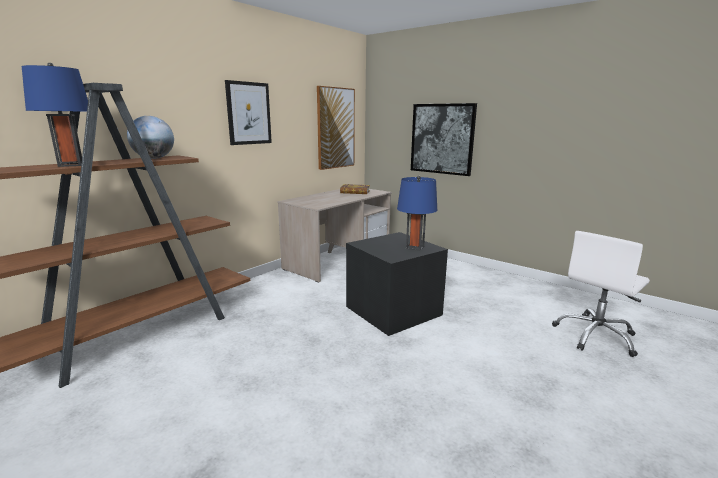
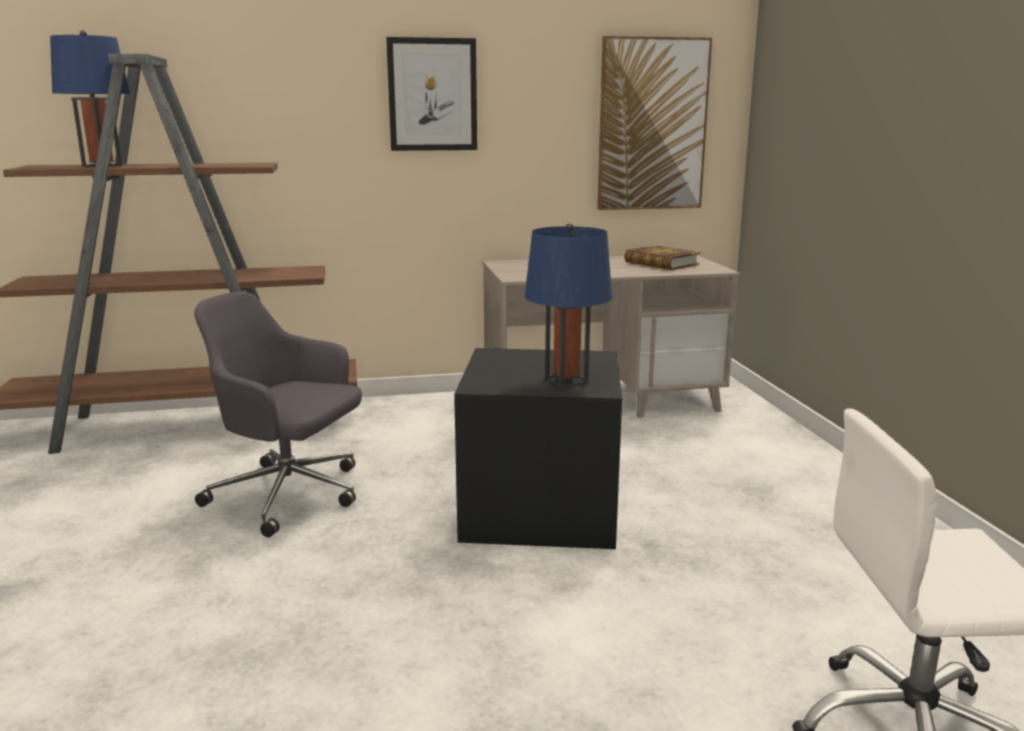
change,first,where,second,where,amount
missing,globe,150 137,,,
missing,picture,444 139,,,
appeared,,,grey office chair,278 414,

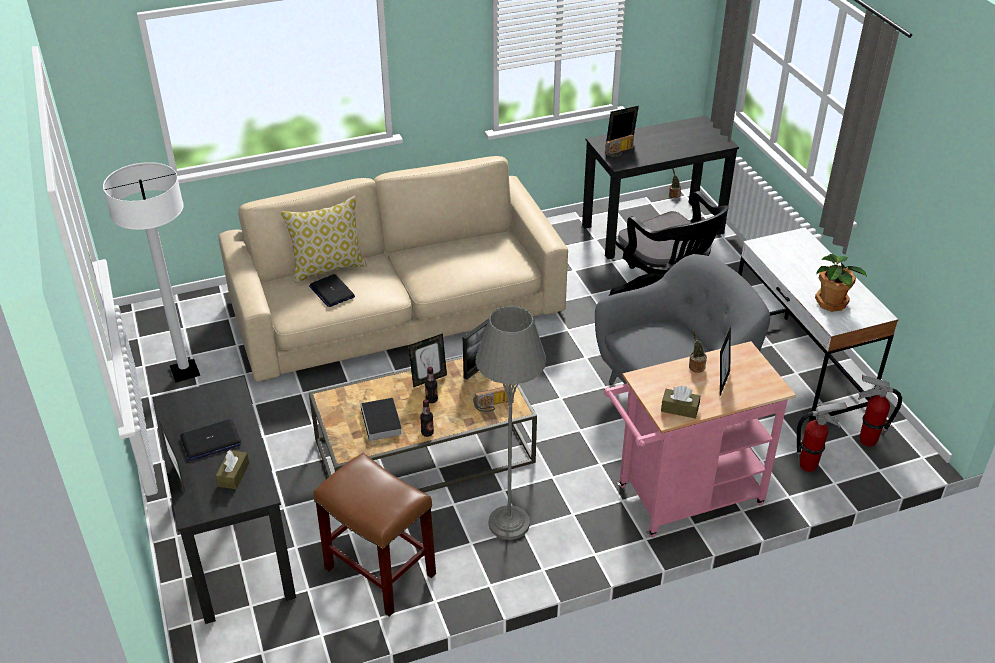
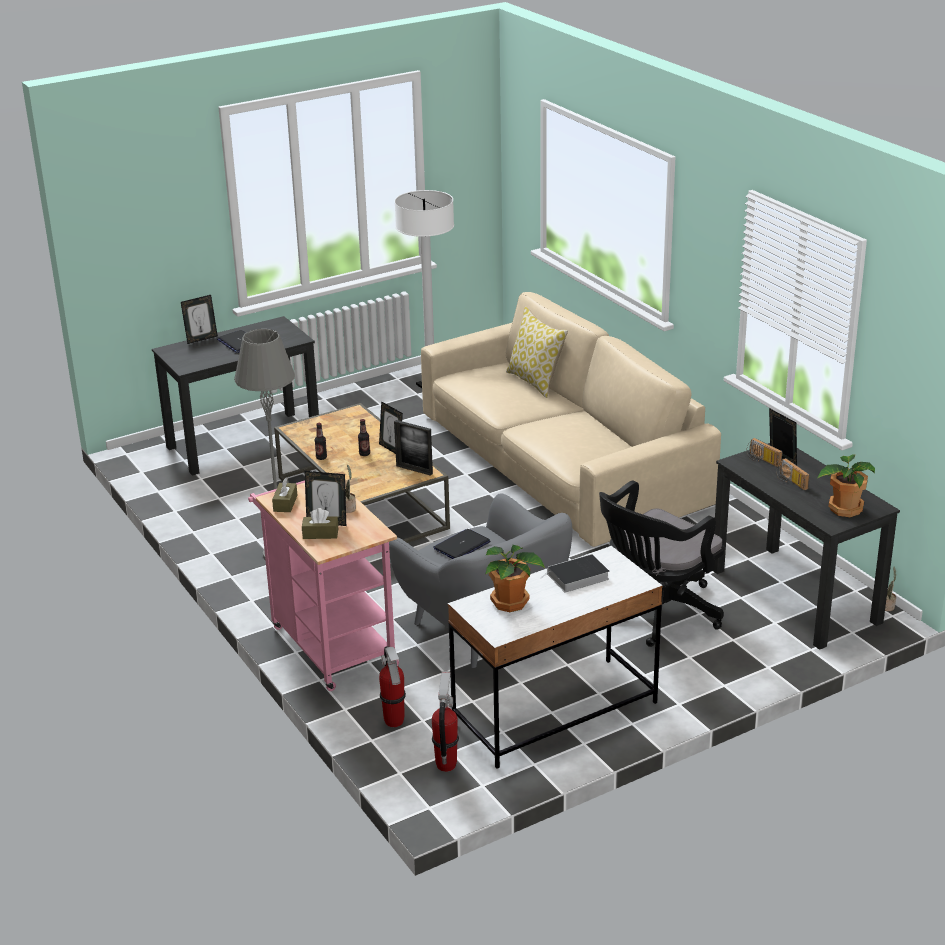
change,first,where,second,where,amount
missing,brown stool,374 535,,,
appeared,,,potted plant,846 485,
relocated,brown tissue box,232 469,,320 523,
relocated,laptop,332 290,,461 544,
relocated,book,381 422,,574 573,
relocated,radio,492 399,,793 474,

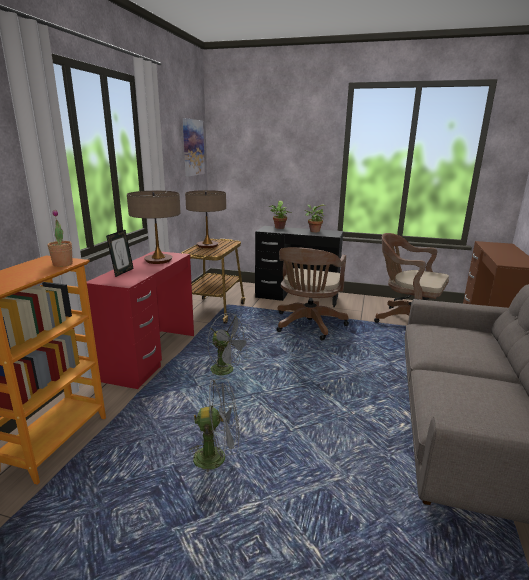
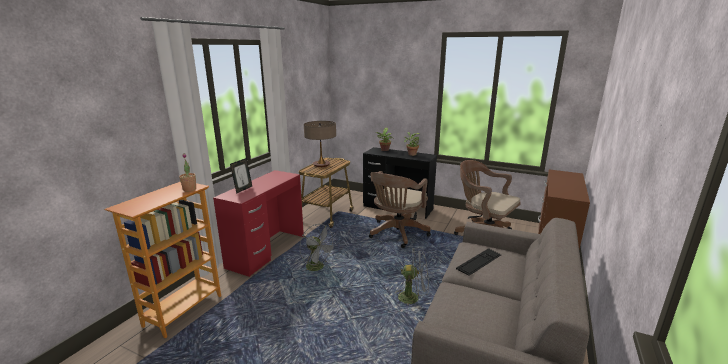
change,first,where,second,where,amount
missing,table lamp,154 227,,,
missing,picture,194 147,,,
appeared,,,keyboard,478 262,
relocated,grey fan,214 425,,412 276,

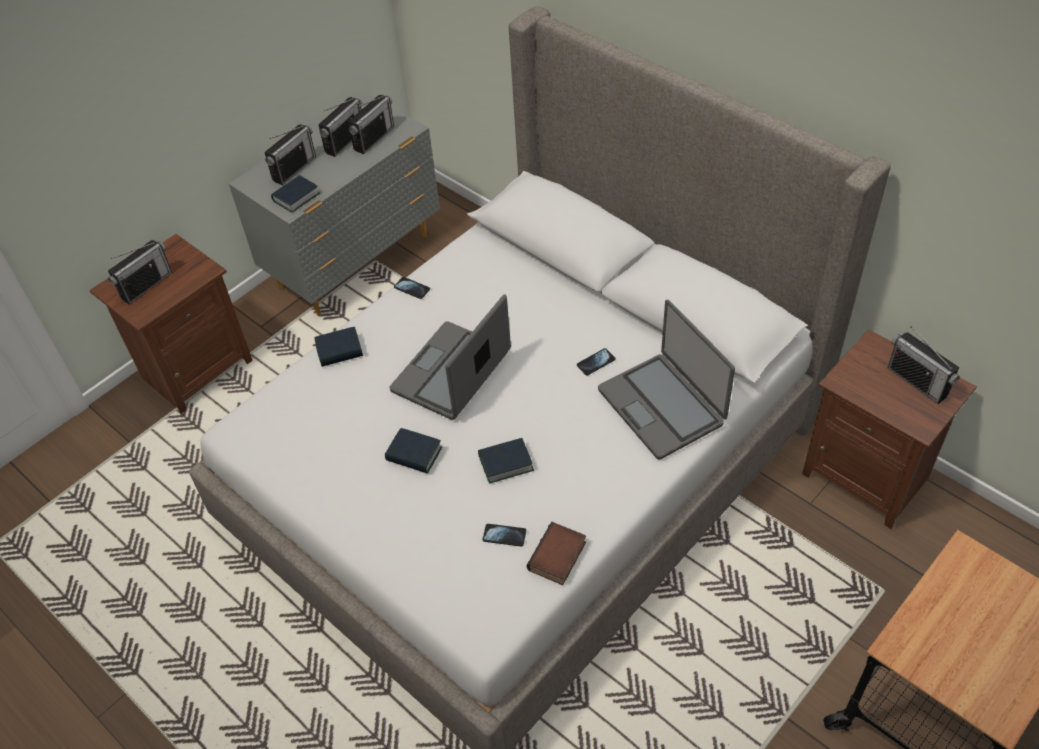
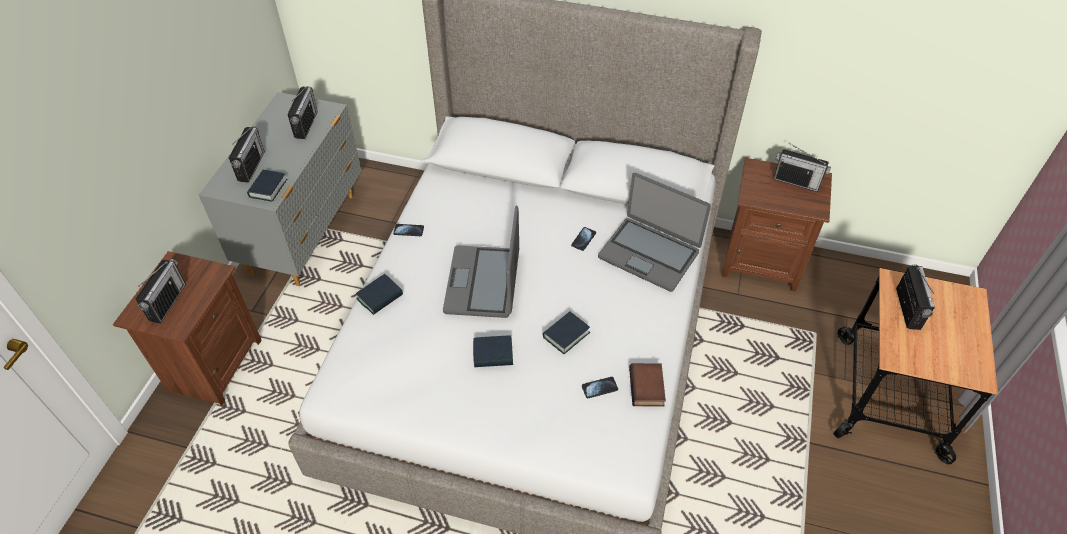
change,first,where,second,where,amount
relocated,radio,340 127,,915 297,

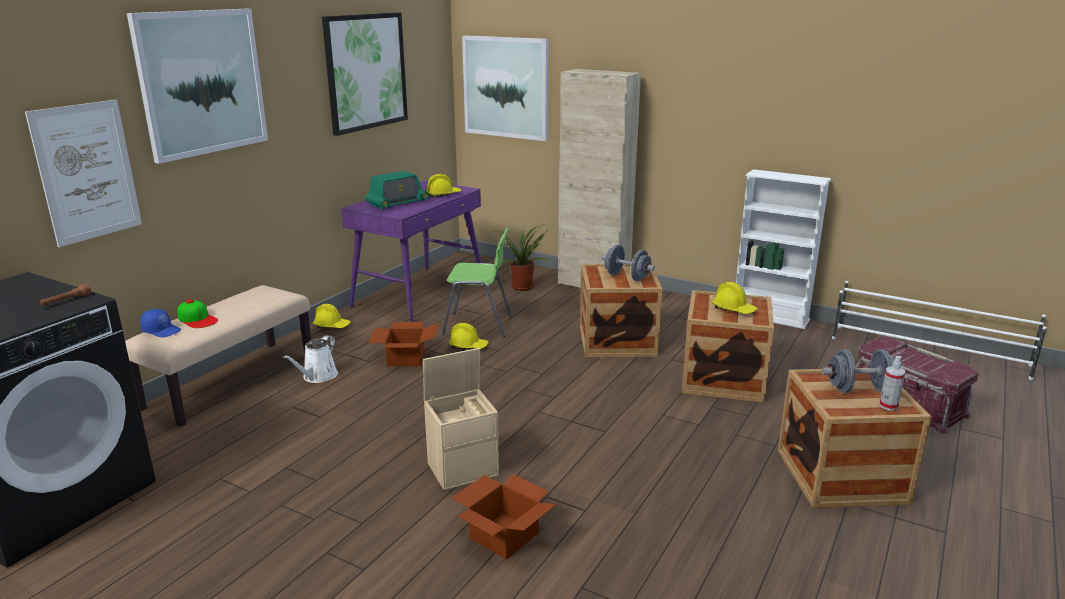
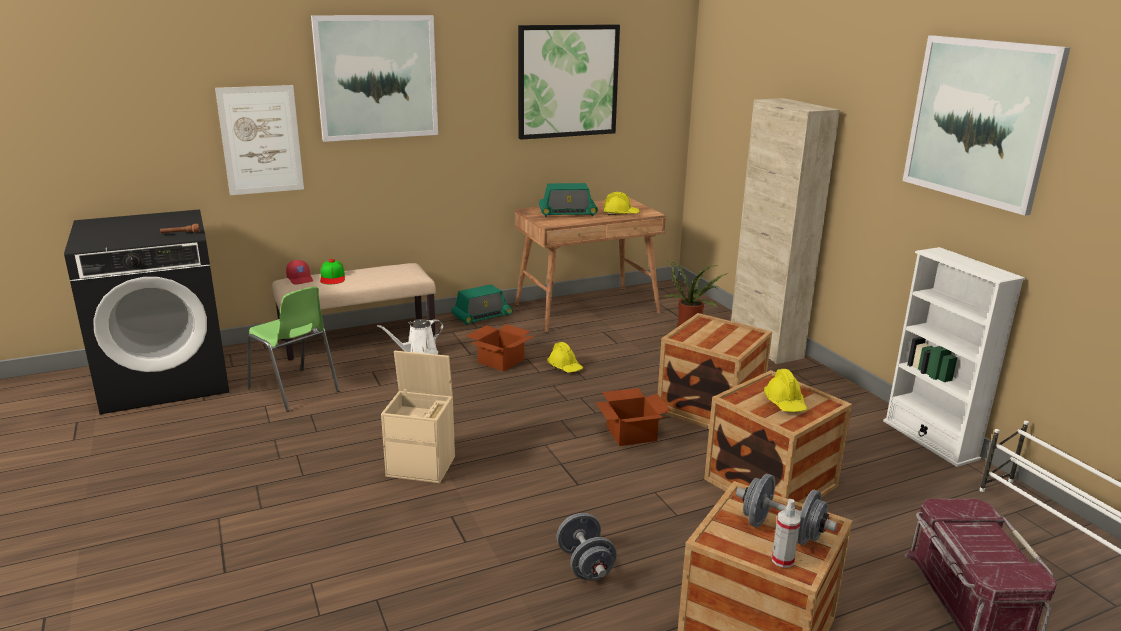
change,first,where,second,where,amount
relocated,green chair,477 282,,293 349,
relocated,cardboard box,504 517,,633 417,
relocated,picture,505 88,,987 125,
relocated,grey dumbbell,628 263,,586 546,
exchanged,yellow hard hat,332 316,radio,482 304,
colour,blue cap,160 323,red cap,299 272,
colour,purple desk,411 251,brown desk,590 265,

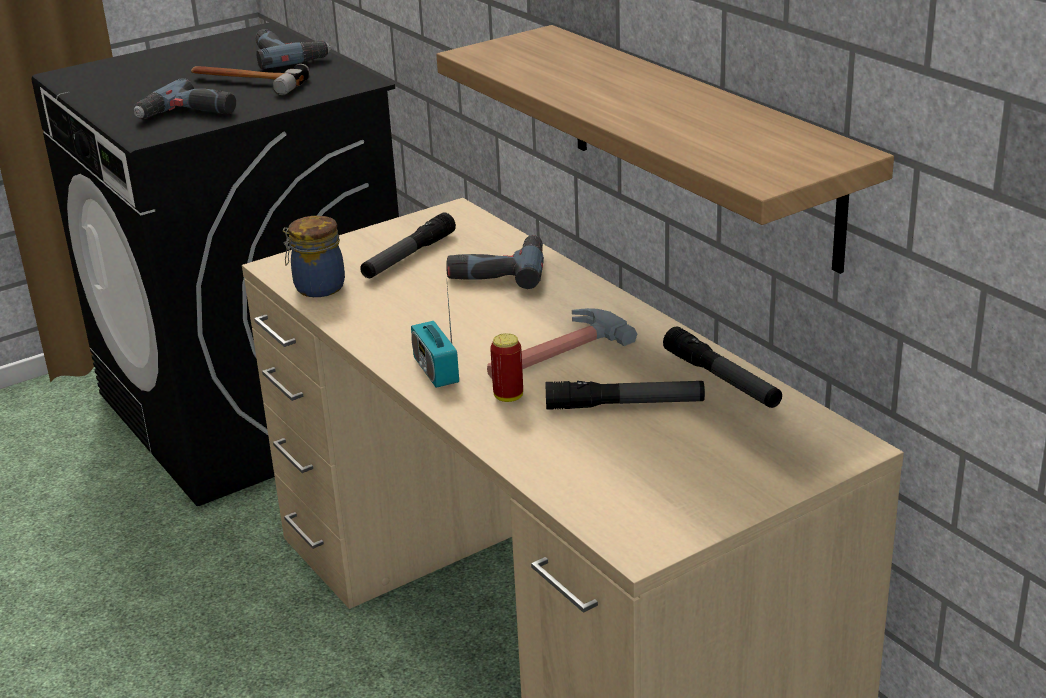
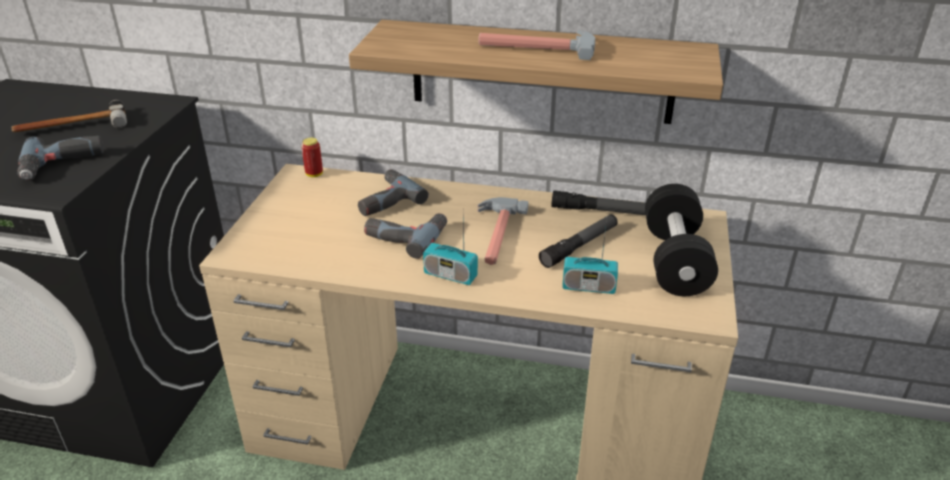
change,first,where,second,where,amount
missing,jar,314 256,,,
missing,flashlight,408 245,,,
appeared,,,hammer,536 45,
appeared,,,radio,590 256,
appeared,,,black dumbbell,681 240,
relocated,power drill,293 49,,405 236,
relocated,can,506 367,,312 157,

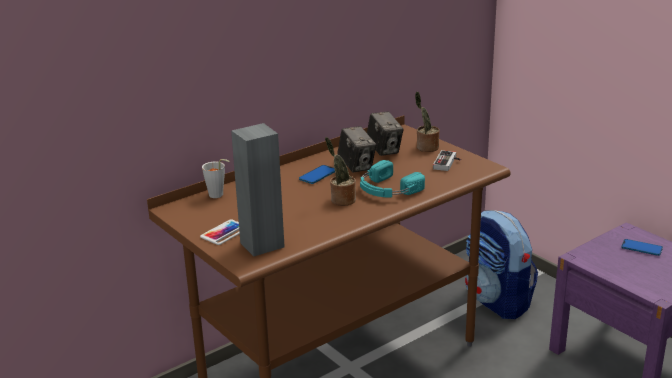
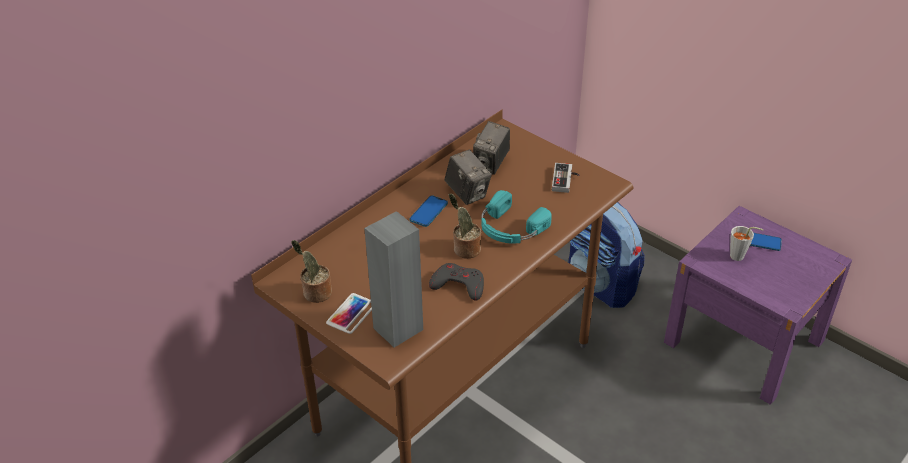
change,first,where,second,where,amount
appeared,,,grey game controller,456 281,
relocated,grey cup,216 178,,747 243,
relocated,potted plant,427 122,,311 271,
spun,photo camera,385 133,,491 148,60 degrees clockwise

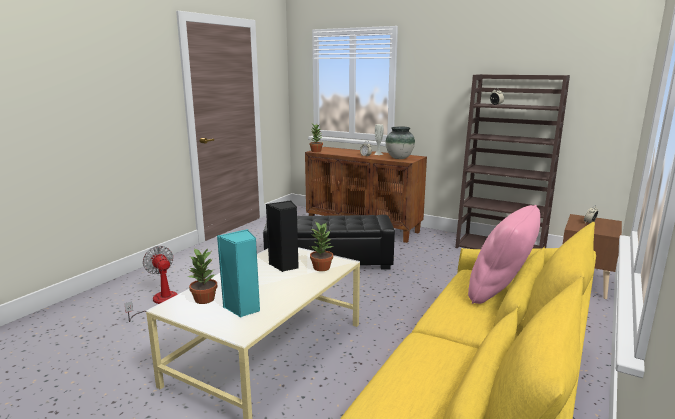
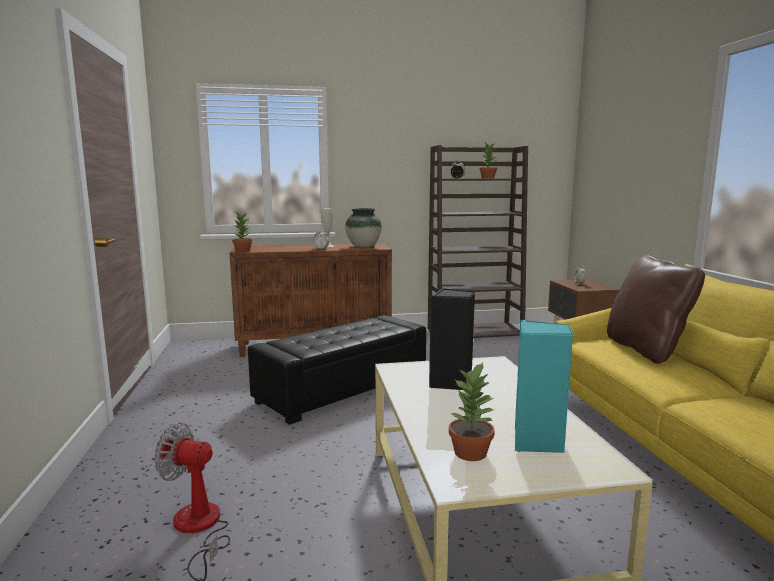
change,first,where,second,where,amount
relocated,potted plant,321 246,,488 161,
colour,pink pillow,504 254,brown pillow,656 309,

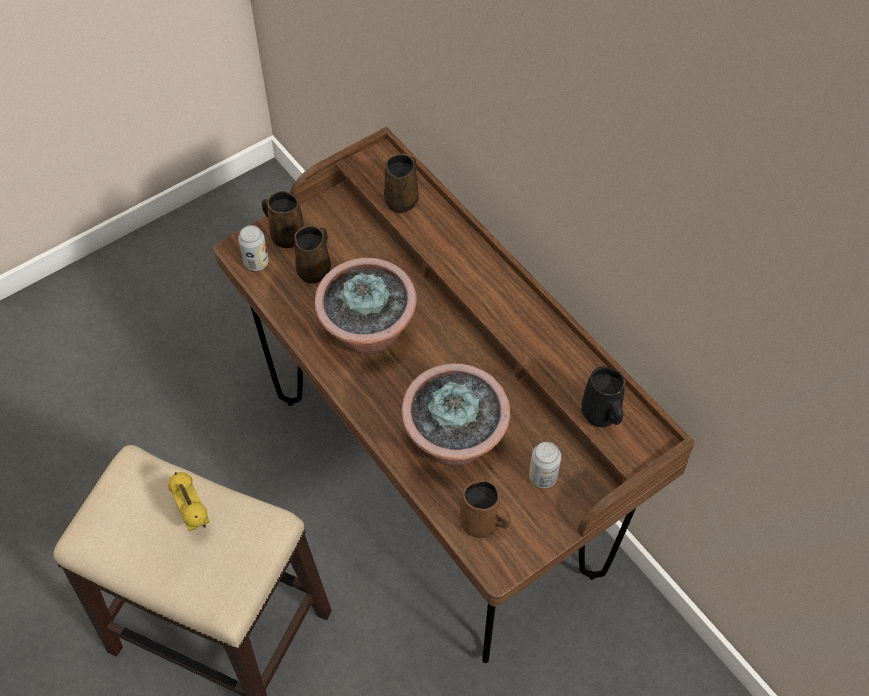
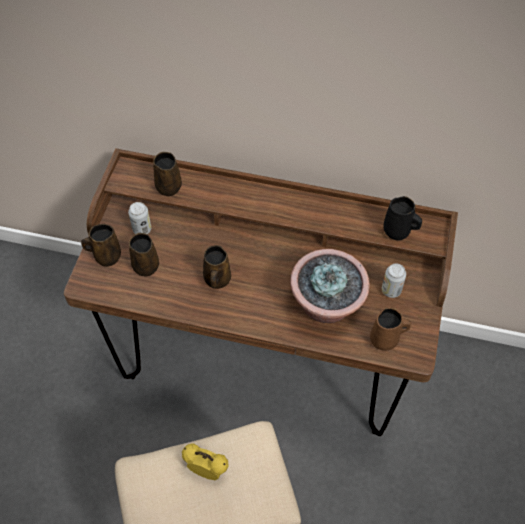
change,first,where,second,where,amount
relocated,can,253 248,,139 218,
exchanged,potted plant,366 306,brown mug,217 267,

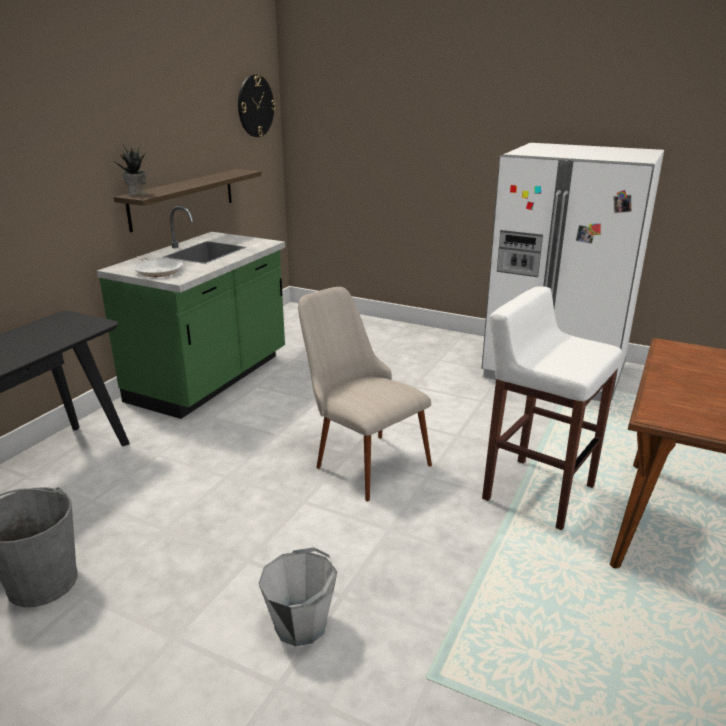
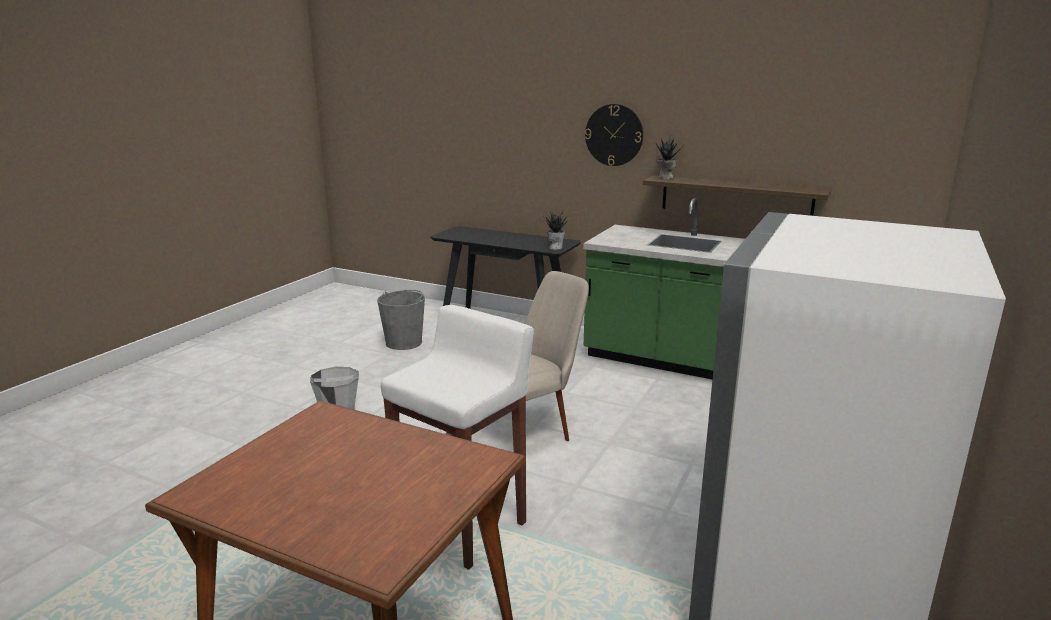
change,first,where,second,where,amount
missing,frying pan,158 266,,,
appeared,,,potted plant,556 230,
relocated,wall clock,257 106,,614 135,

